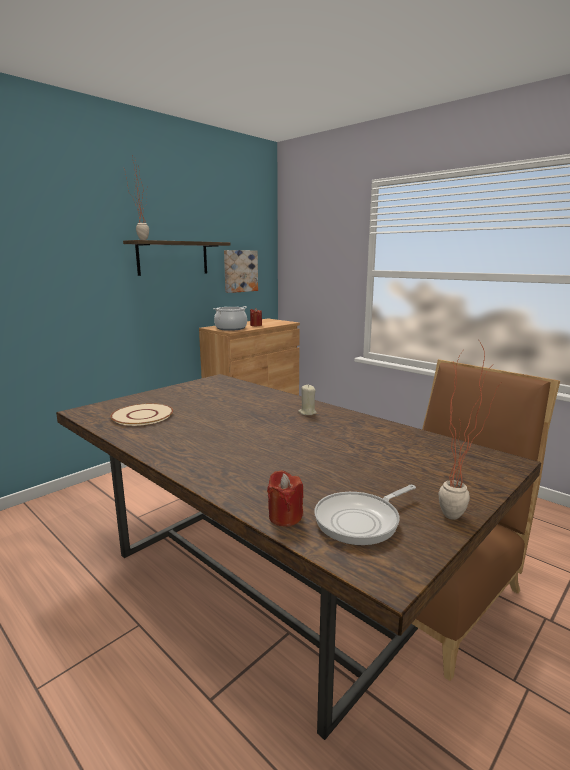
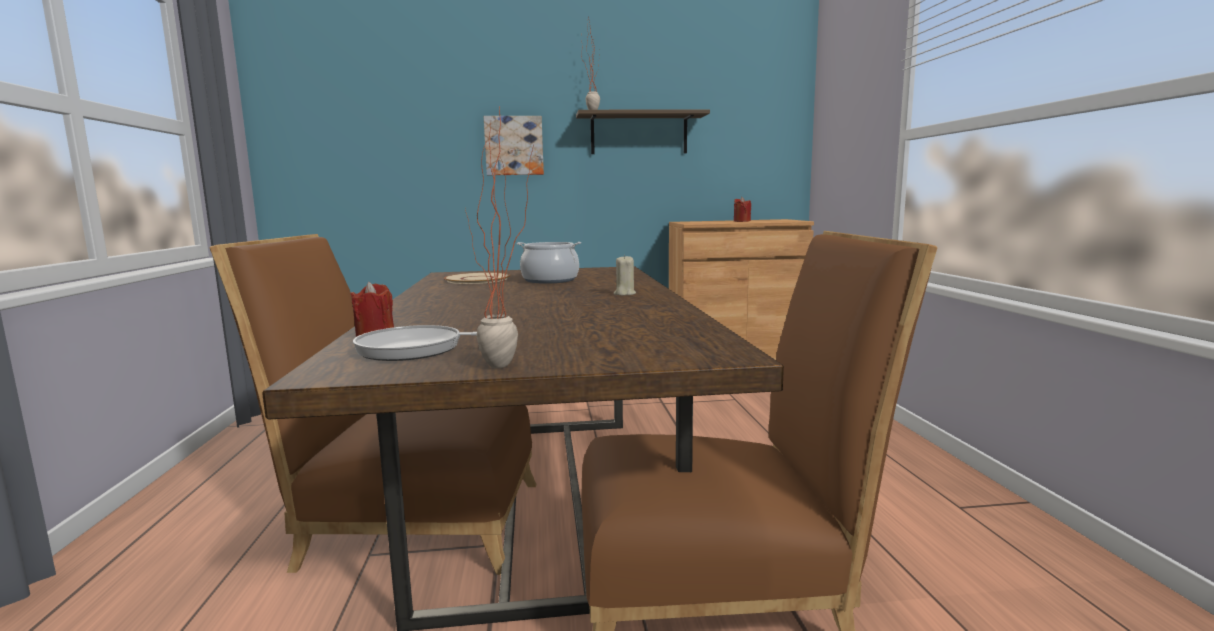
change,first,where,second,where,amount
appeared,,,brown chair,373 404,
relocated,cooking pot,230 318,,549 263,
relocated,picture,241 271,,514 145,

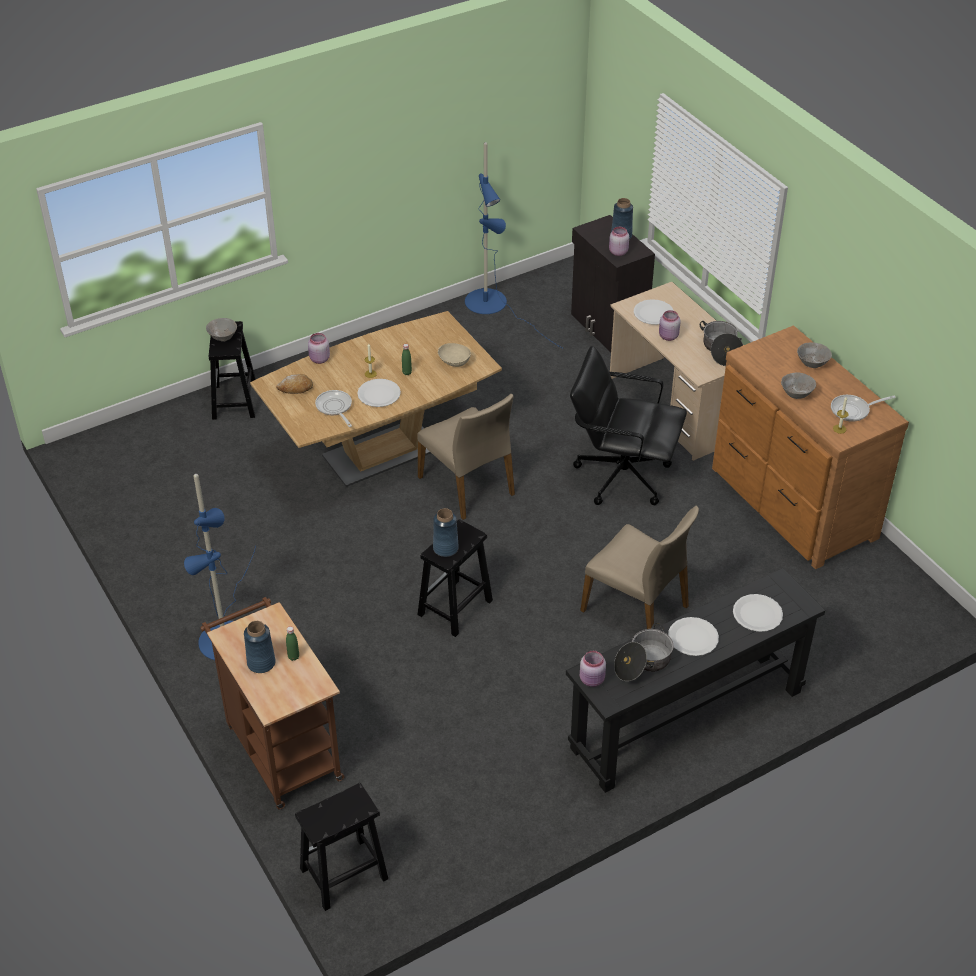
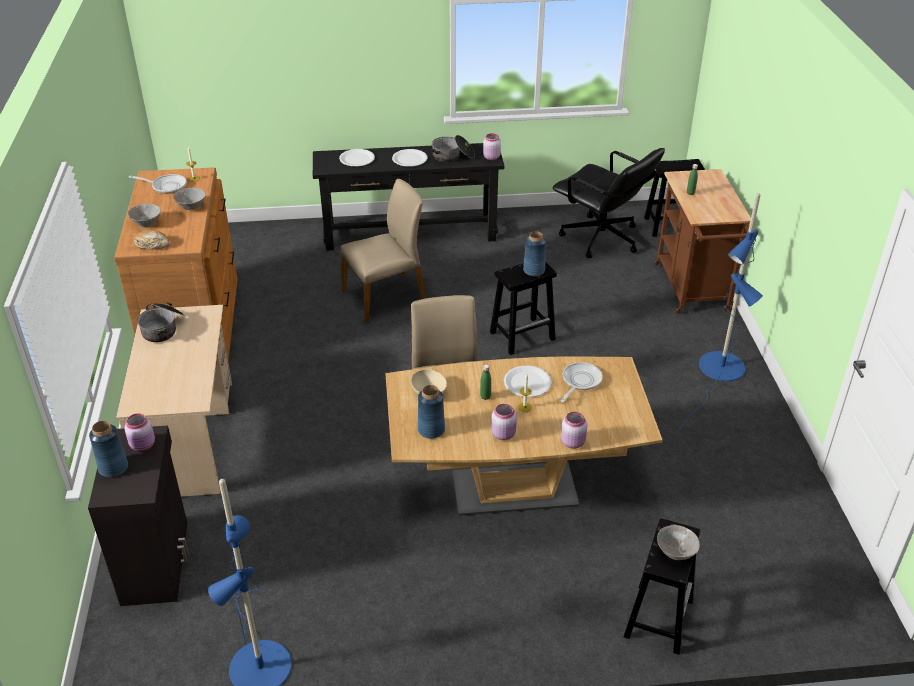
change,first,where,second,where,amount
missing,white plate,654 312,,,
relocated,blue vase,260 647,,431 412,
relocated,bread,294 384,,152 239,
relocated,black office chair,628 425,,608 203,
relocated,pink jar,669 325,,504 422,
spun,frying pan,333 408,,582 382,150 degrees counterclockwise
spun,beige chair,639 567,,383 251,90 degrees clockwise

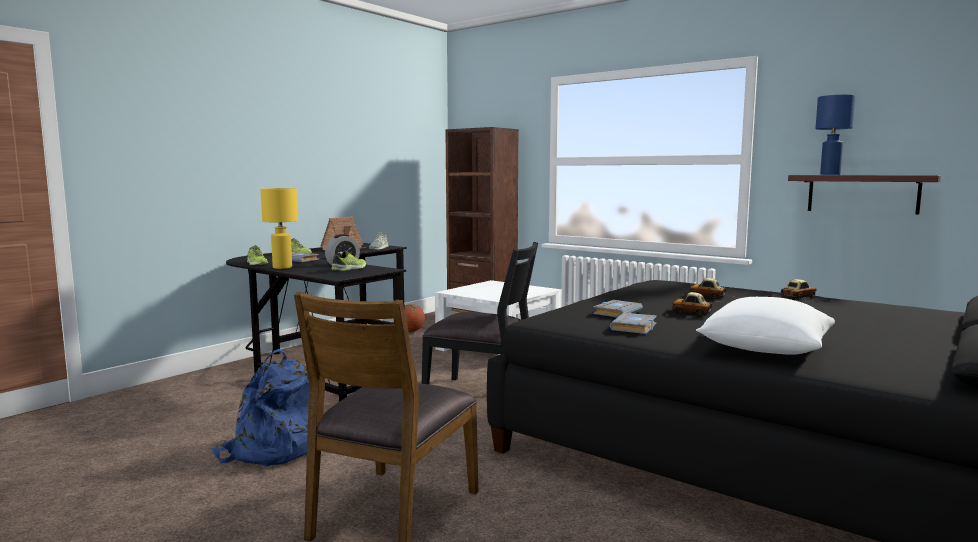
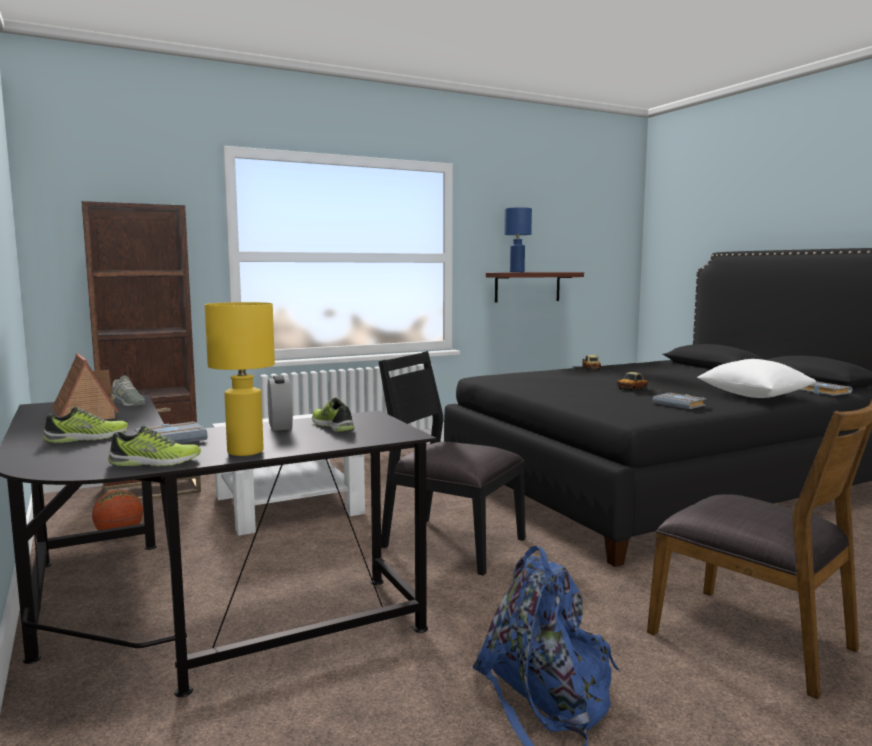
change,first,where,second,where,amount
missing,toy car,706 290,,,
relocated,grey book,618 308,,825 388,
spun,black chair,480 313,,452 463,105 degrees counterclockwise

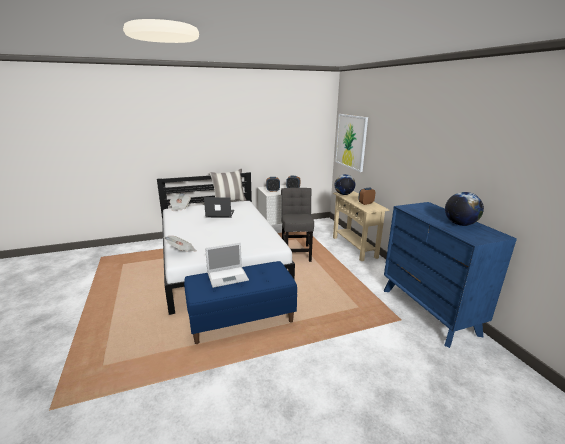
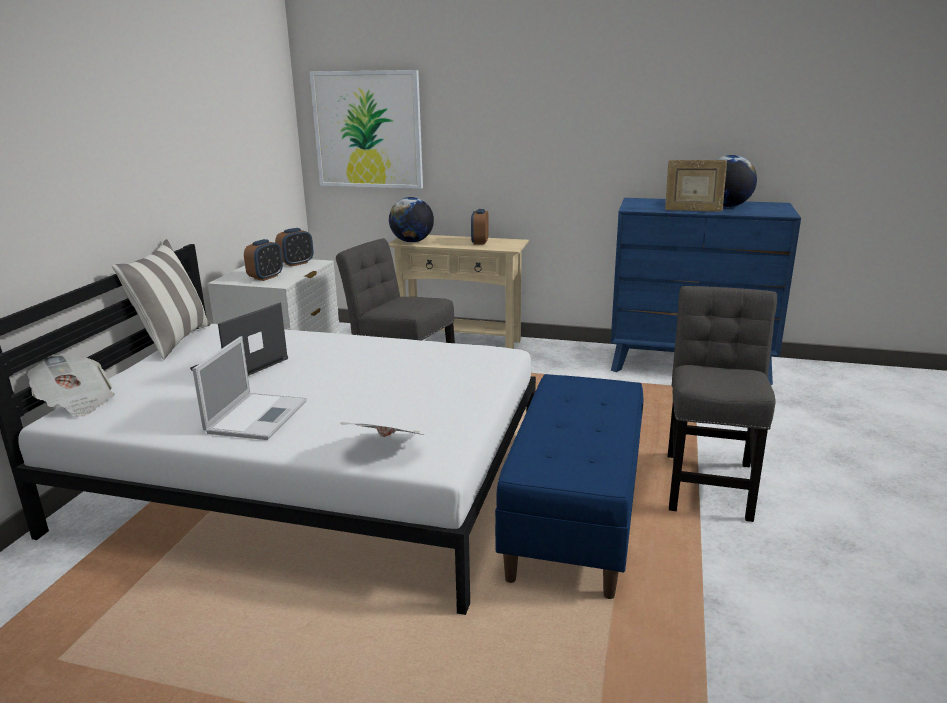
change,first,where,second,where,amount
appeared,,,picture frame,696 186,
appeared,,,grey chair,722 404,
relocated,laptop,227 265,,249 388,

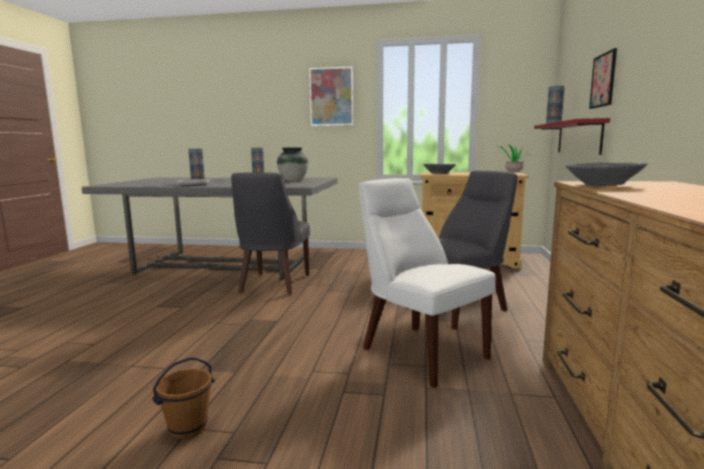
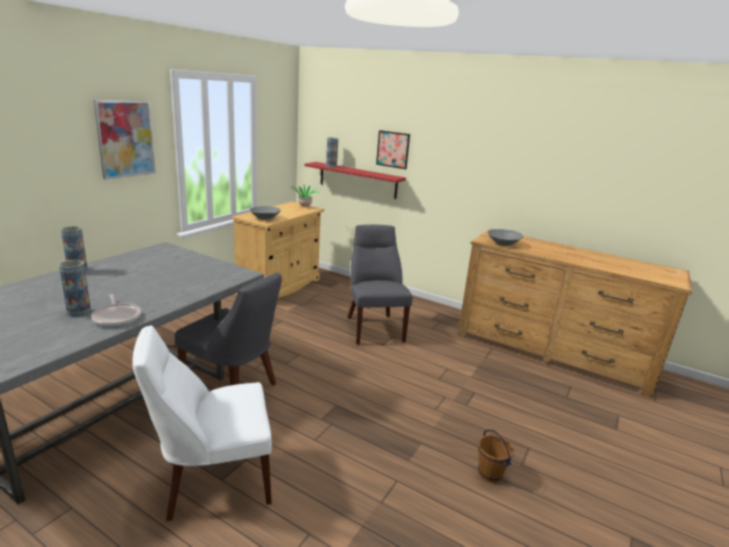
change,first,where,second,where,amount
missing,vase,293 164,,,
relocated,white chair,427 283,,202 423,

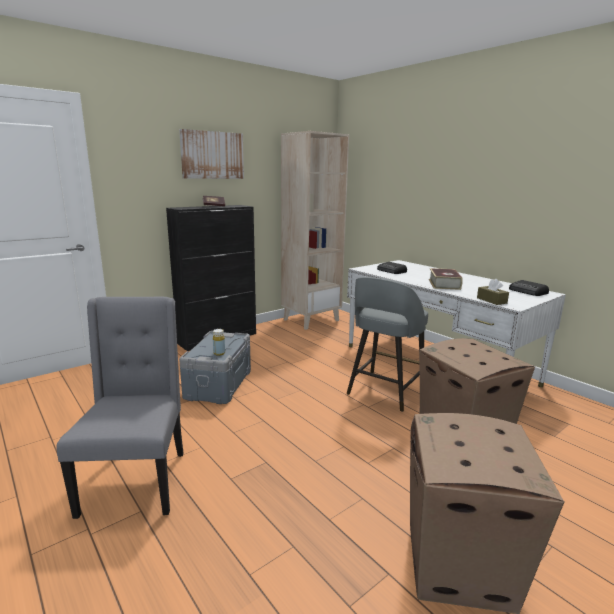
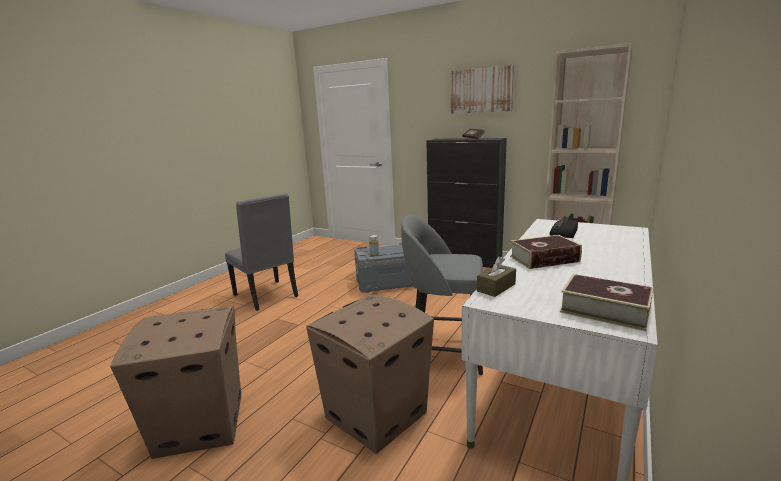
change,first,where,second,where,amount
exchanged,radio,529 288,book,607 302,
spun,grey chair,119 408,,261 252,75 degrees clockwise

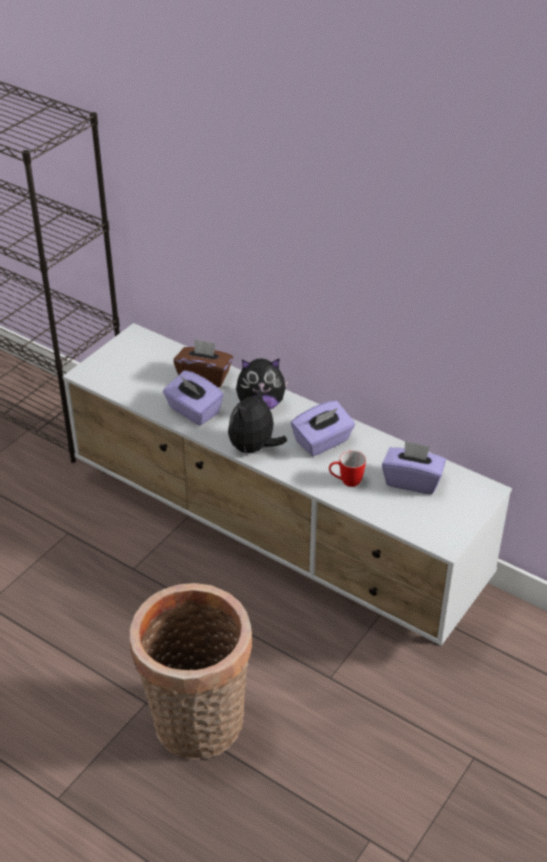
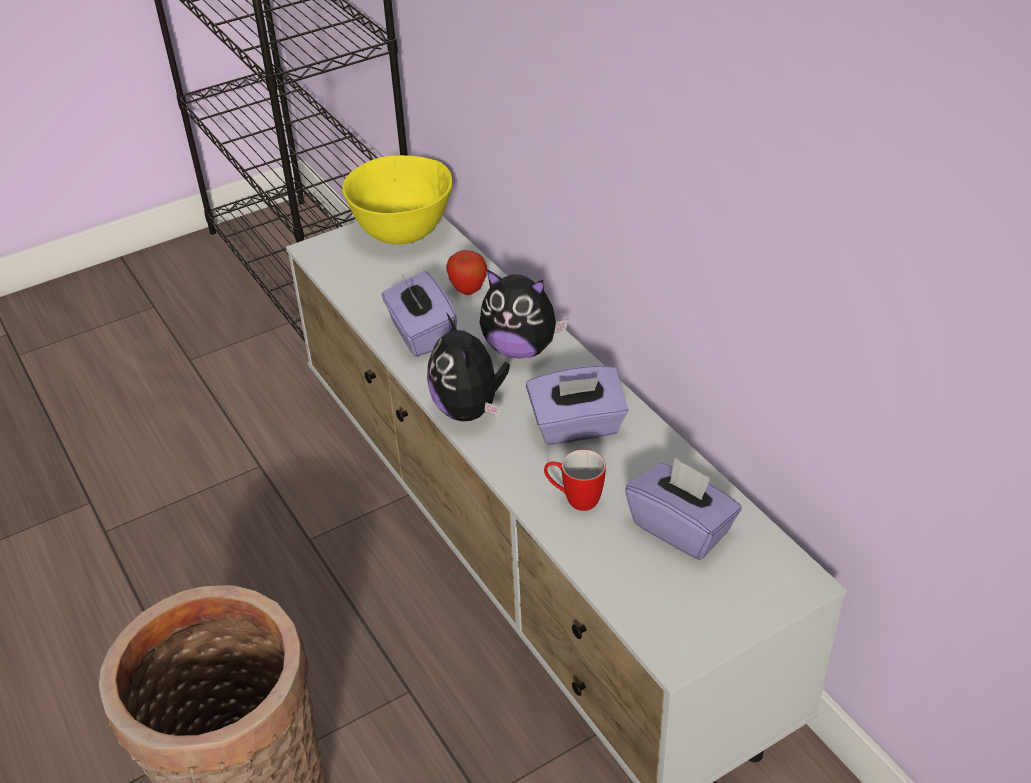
change,first,where,second,where,amount
appeared,,,yellow bowl,397 200,
exchanged,brown tissue box,203 363,apple,466 272,
spun,plush toy,257 421,,468 367,75 degrees counterclockwise

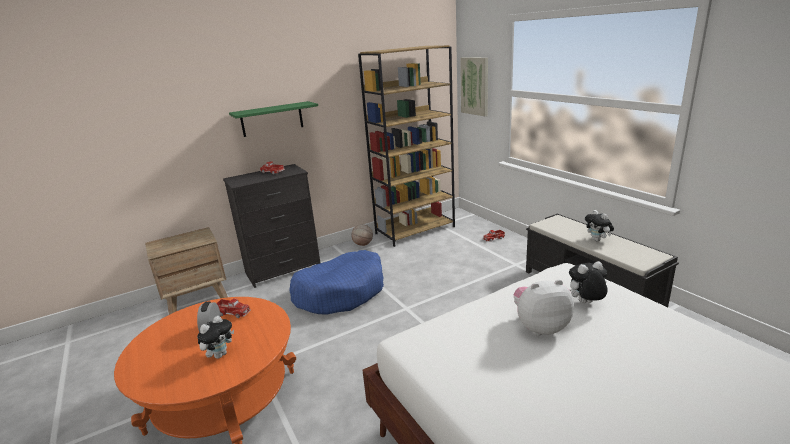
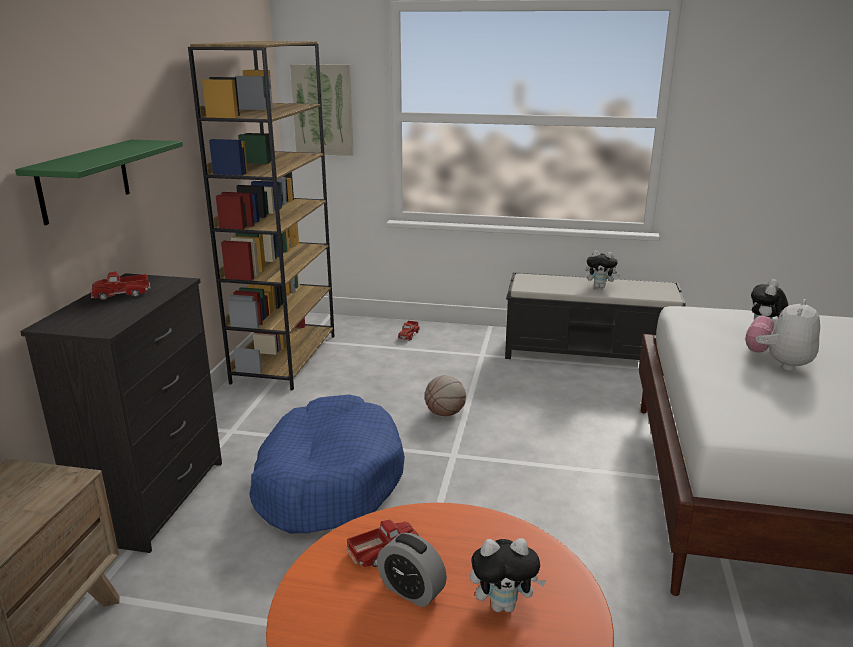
change,first,where,second,where,amount
relocated,basketball,362 235,,445 395,
spun,plush toy,215 337,,508 575,105 degrees clockwise

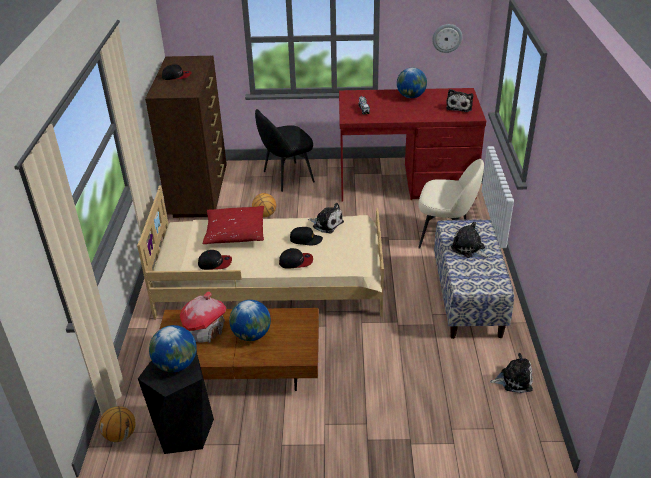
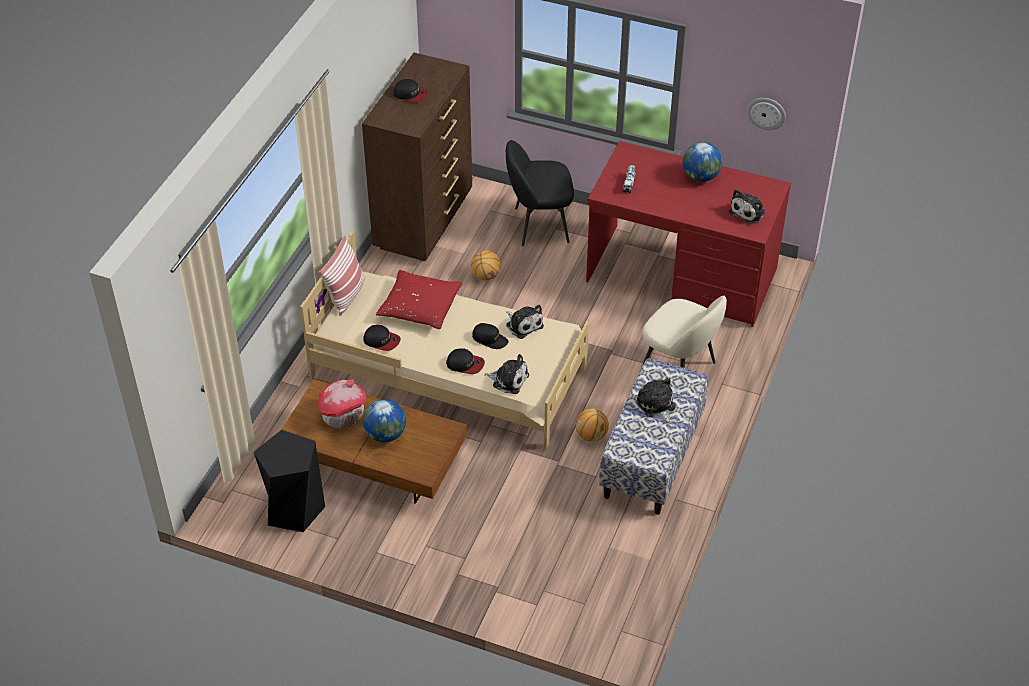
change,first,where,second,where,amount
missing,globe,173 348,,,
appeared,,,pillow,342 276,
relocated,basketball,117 424,,592 425,
relocated,plush toy,511 373,,506 374,

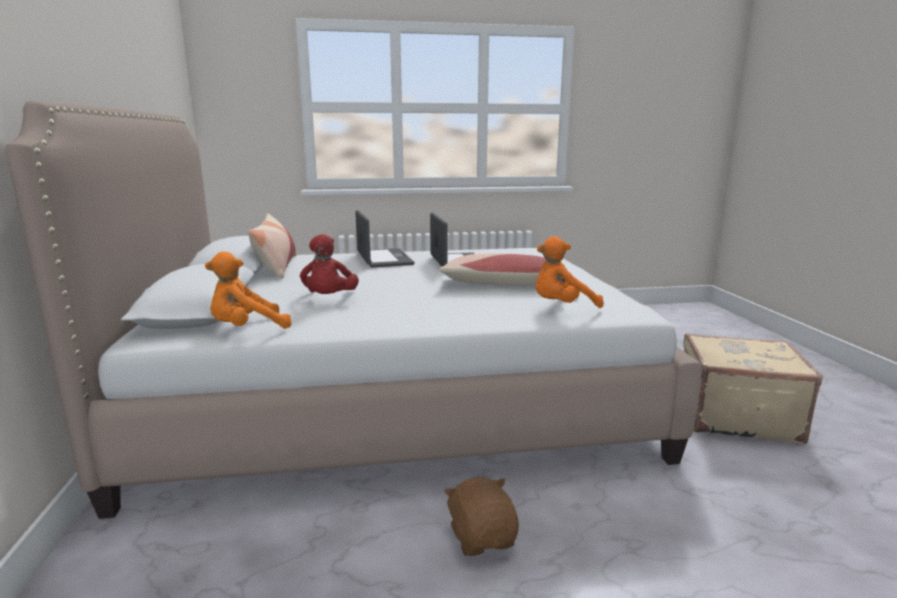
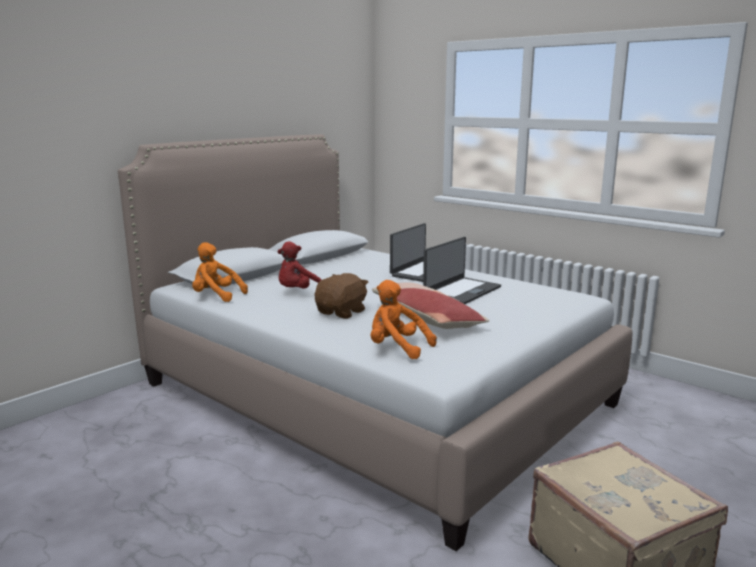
change,first,where,second,where,amount
missing,pillow,272 245,,,
relocated,brown plush toy,481 516,,341 296,

